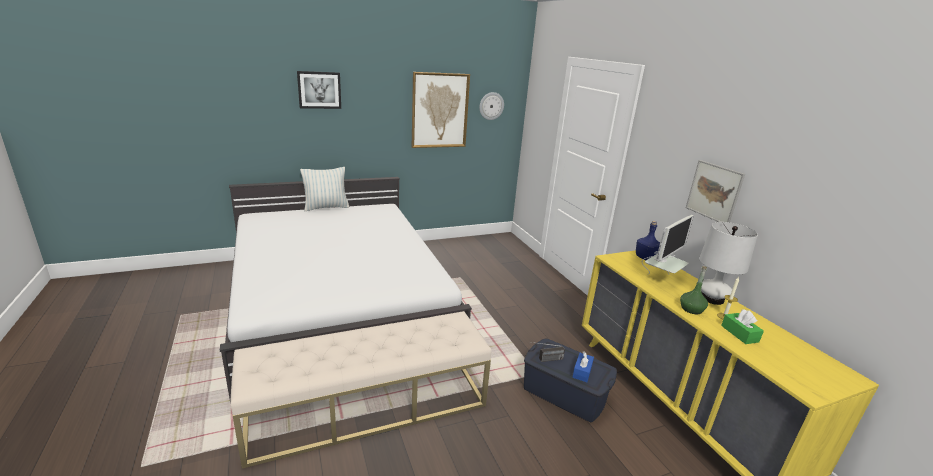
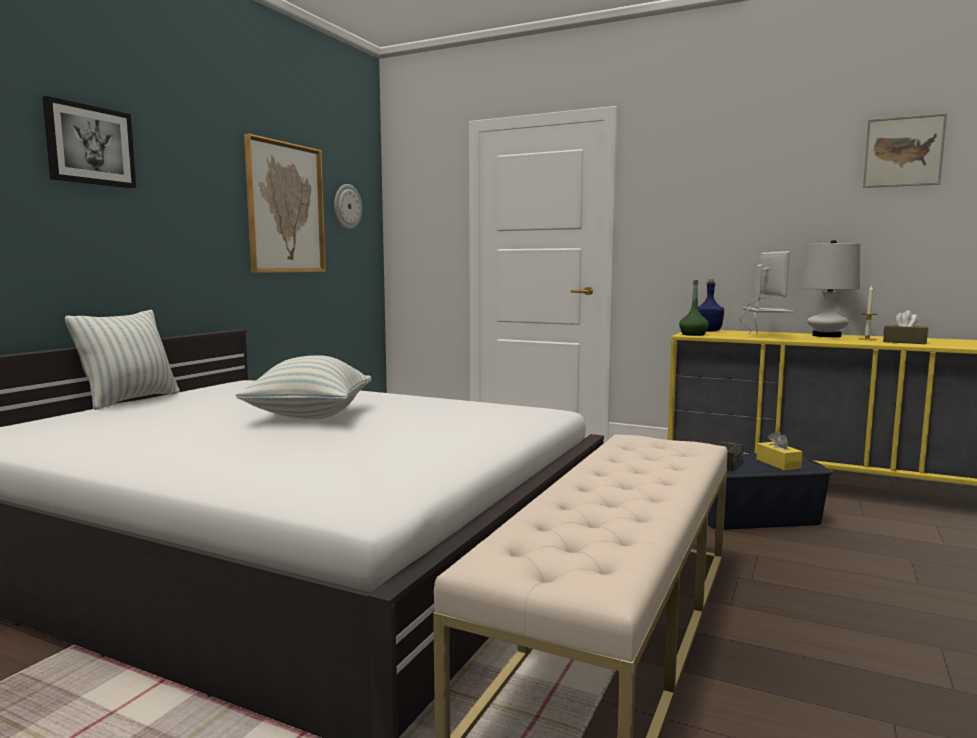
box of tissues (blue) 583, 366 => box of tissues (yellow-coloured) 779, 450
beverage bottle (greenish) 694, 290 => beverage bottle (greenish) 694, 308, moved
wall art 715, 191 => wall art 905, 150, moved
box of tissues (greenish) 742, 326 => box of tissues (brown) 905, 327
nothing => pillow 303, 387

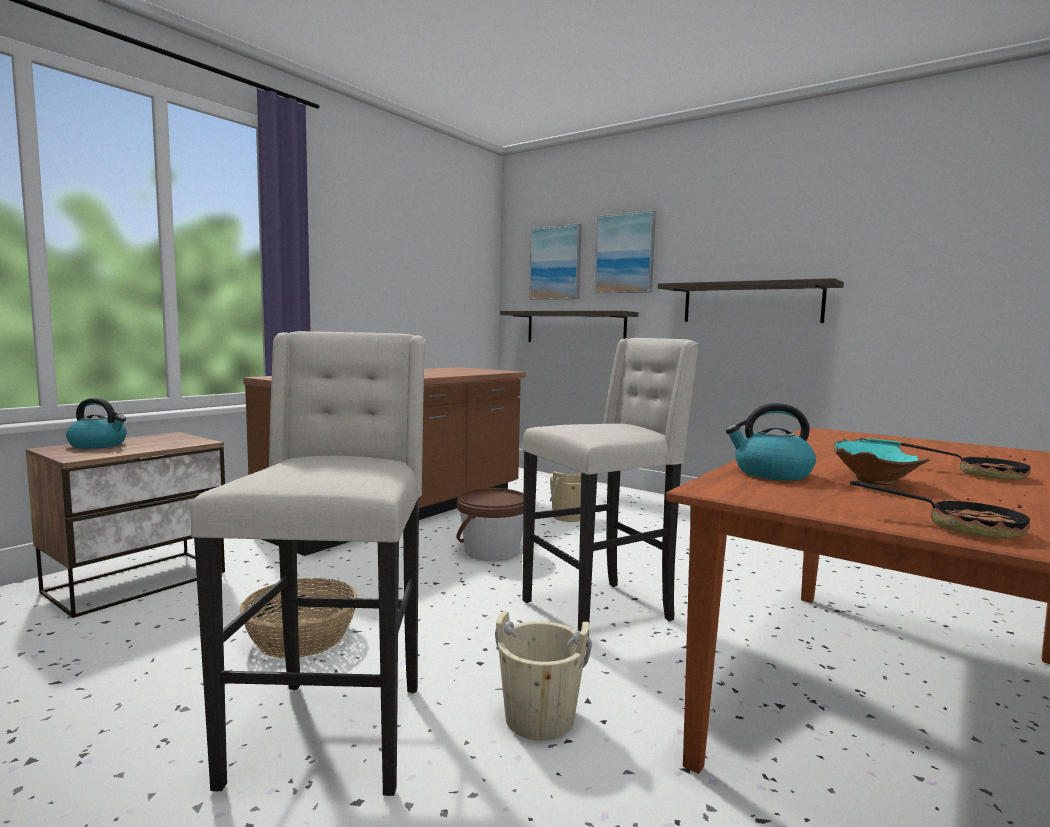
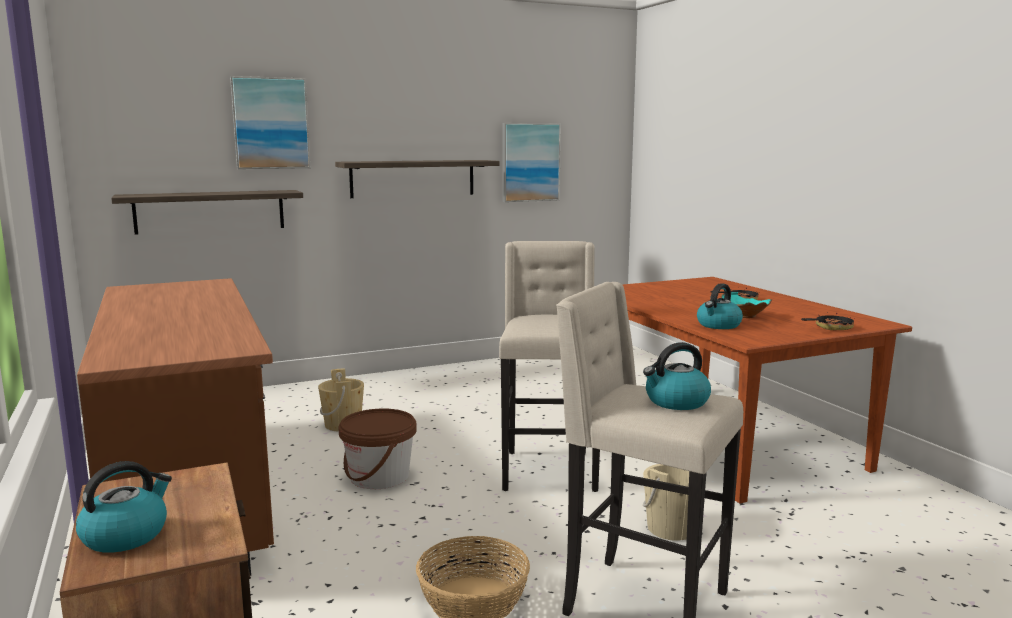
wall art 555, 262 => wall art 532, 162, moved
nothing => kettle 677, 376

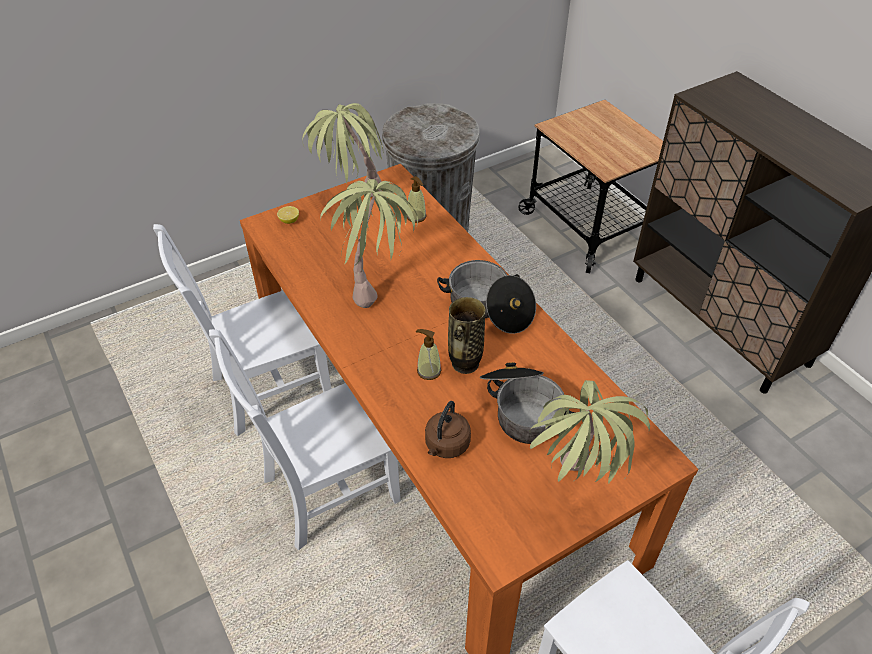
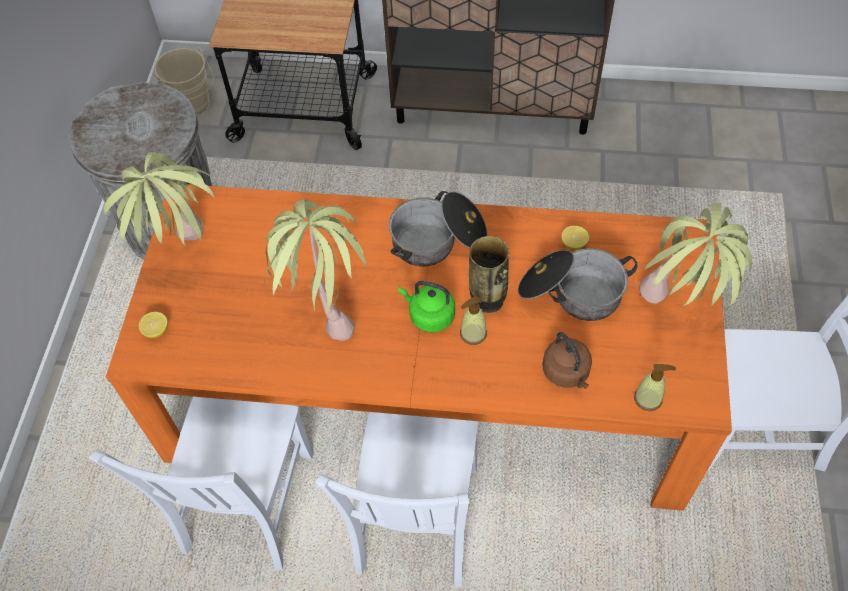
soap bottle 417, 199 => soap bottle 655, 387, moved
nothing => water bucket (sand-coloured) 183, 81
nothing => kettle (greenish) 426, 306
nothing => lemon 575, 238

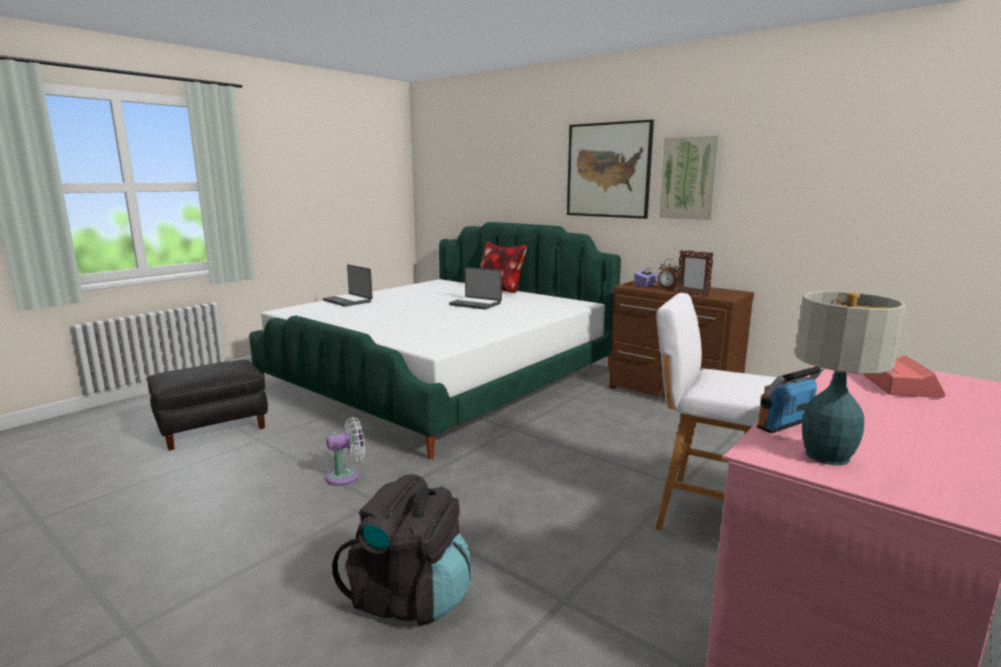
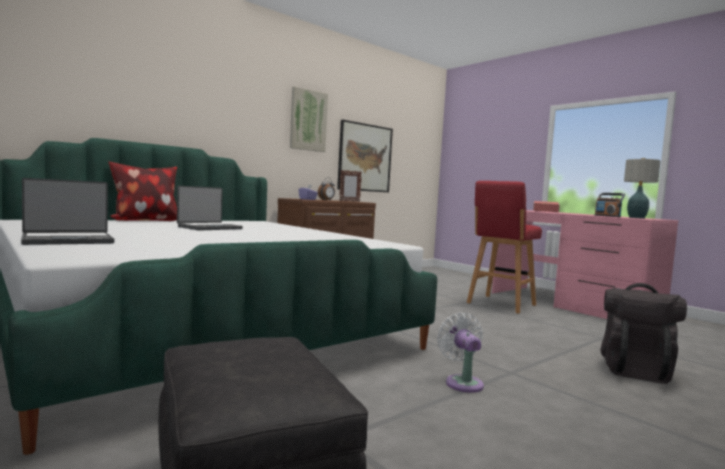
wall art 610, 169 => wall art 365, 156, moved
sitting stool (whitish) 716, 412 => sitting stool (red-coloured) 504, 247

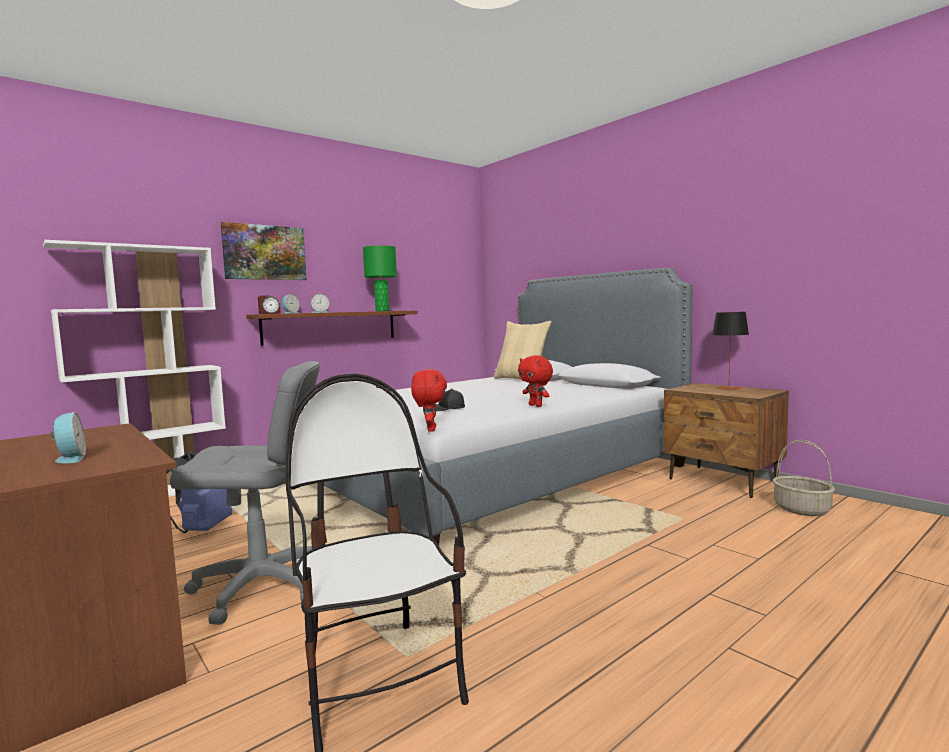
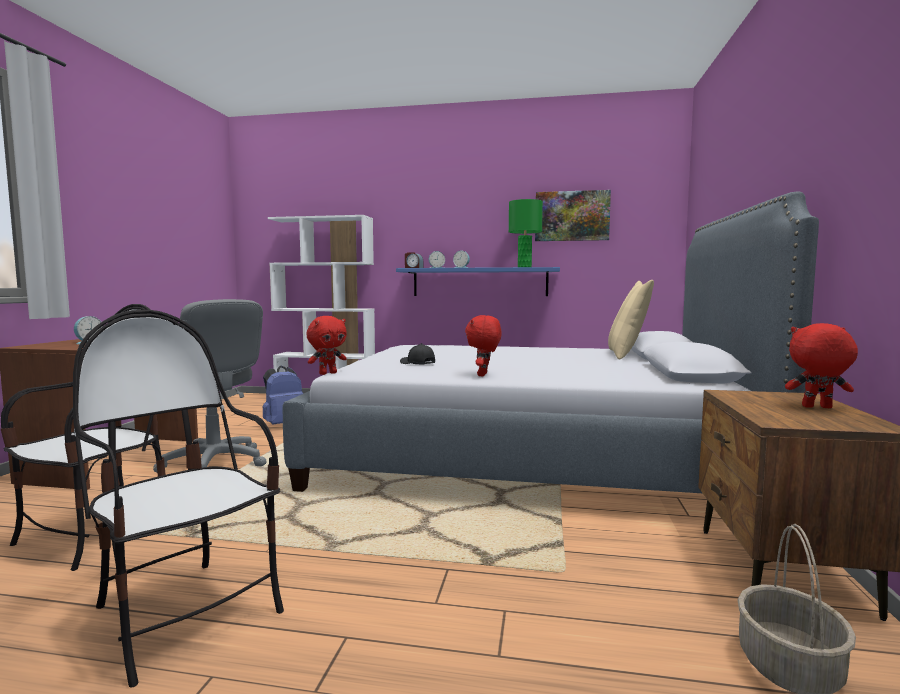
wall art 264, 251 => wall art 573, 215, moved
bracket shelf (brown) 332, 328 => bracket shelf (blue) 478, 281
table lamp 730, 351 => plush toy (red-coloured) 821, 365
nothing => upright chair 178, 499

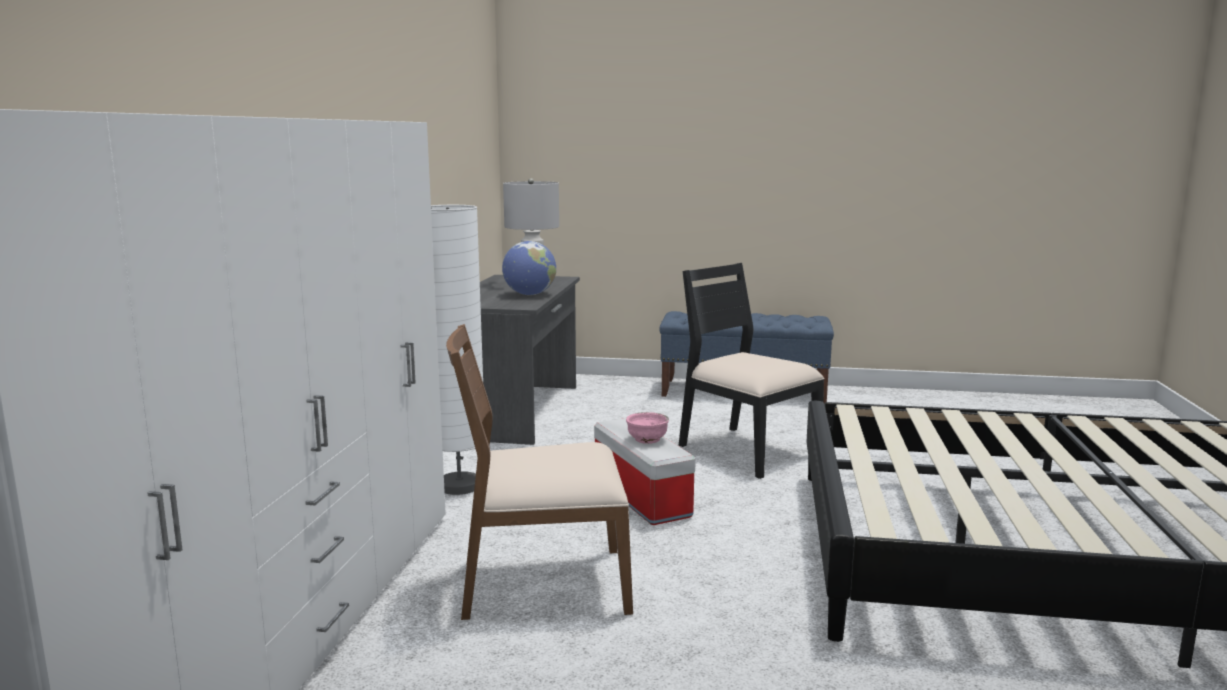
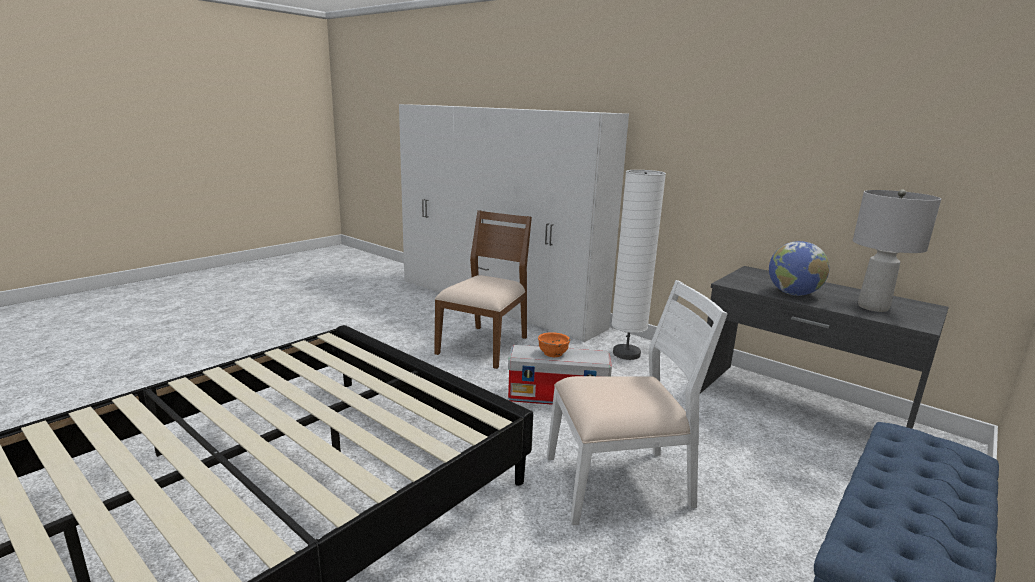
bowl (pinkish) 647, 428 => bowl (orange) 554, 344
upright chair (black) 751, 371 => upright chair (whitish) 637, 402

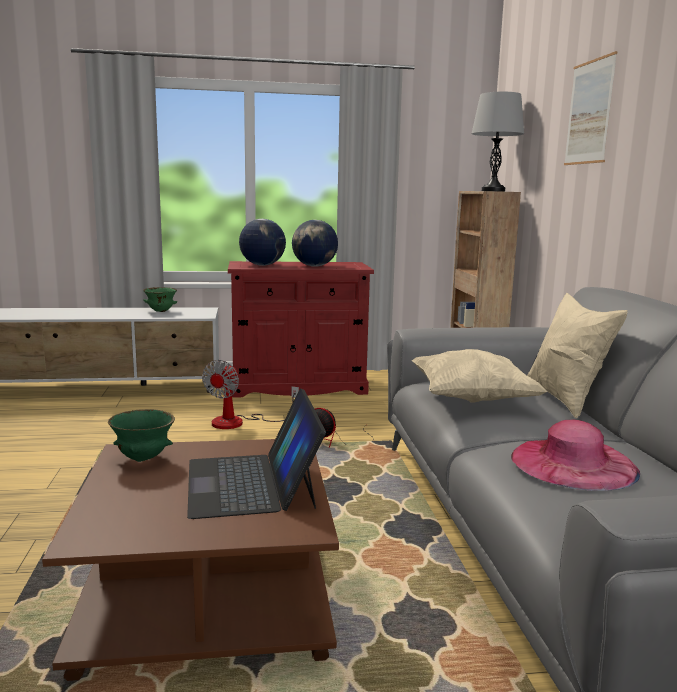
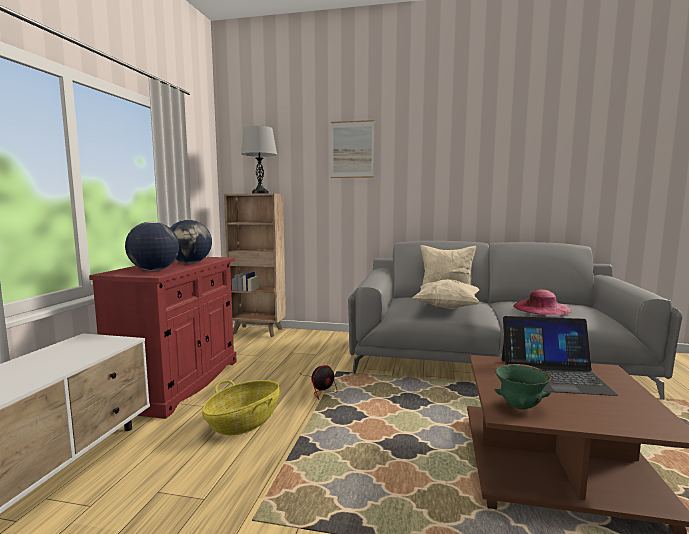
bowl (greenish) 160, 299 => nothing
cooling fan 250, 394 => household basket 241, 407

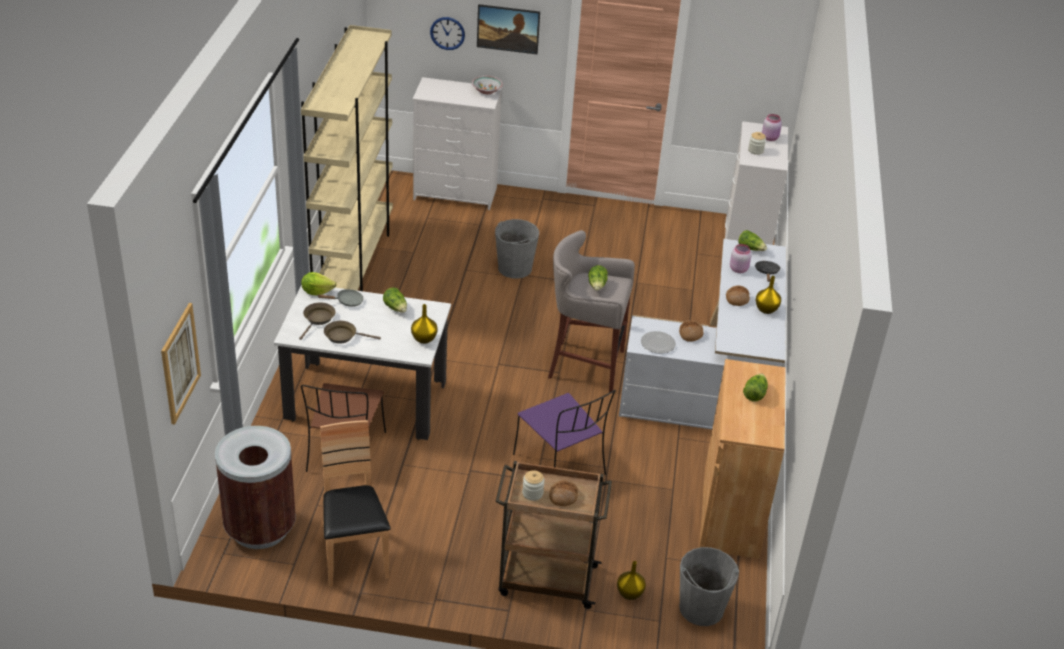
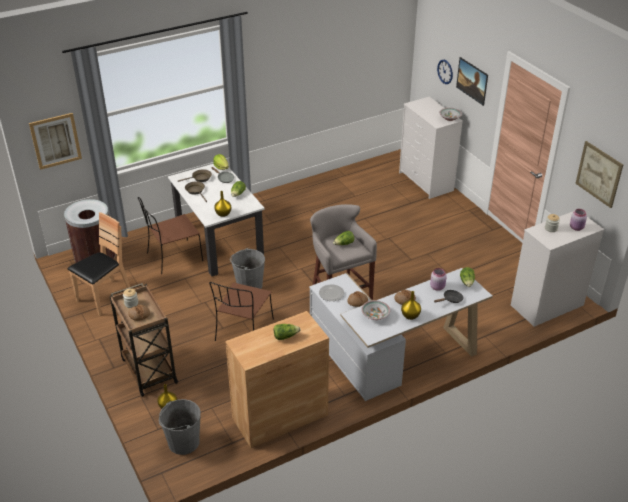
bookcase (sand-coloured) 347, 158 => nothing
water bucket (gray) 517, 249 => water bucket (gray) 247, 268, moved
upright chair (purplish) 564, 432 => upright chair (brown) 241, 311
nothing => bowl 375, 310
nothing => wall art 599, 174

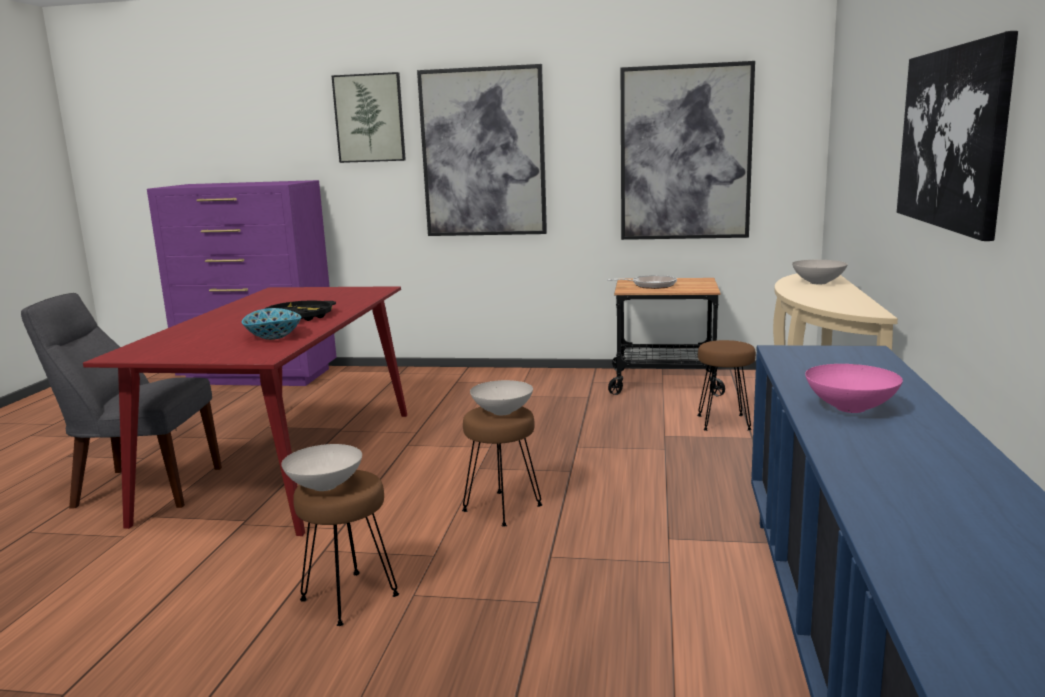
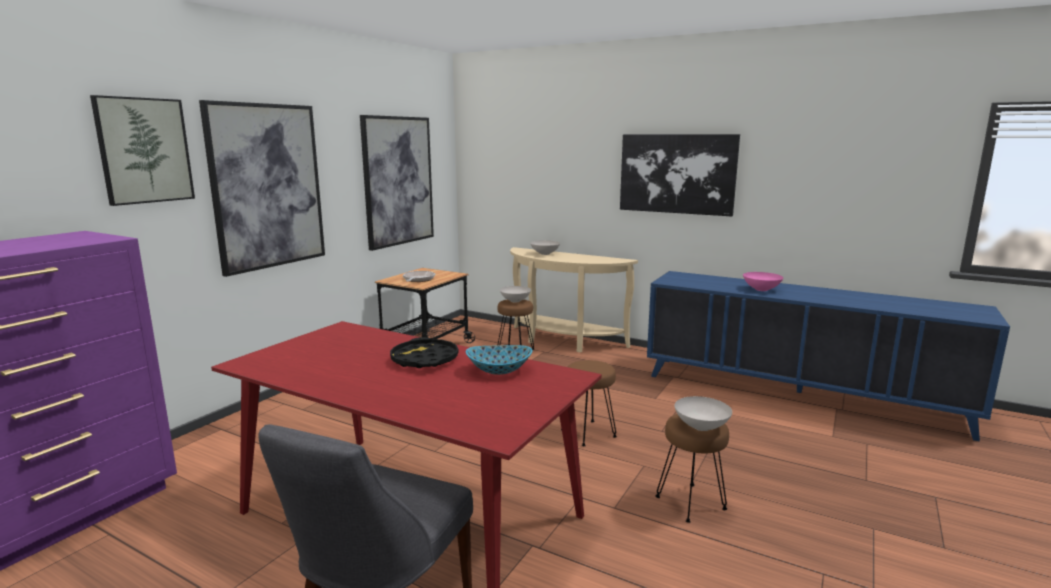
bowl (whitish) 501, 397 => bowl (whitish) 515, 294, moved

